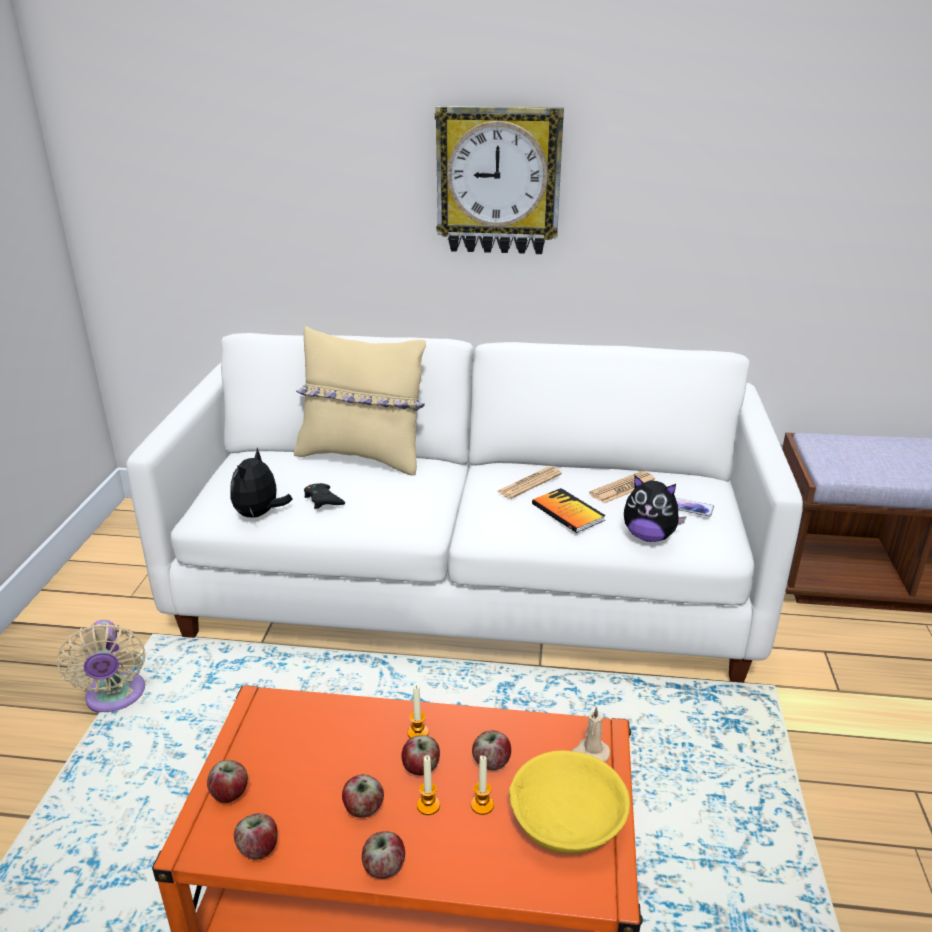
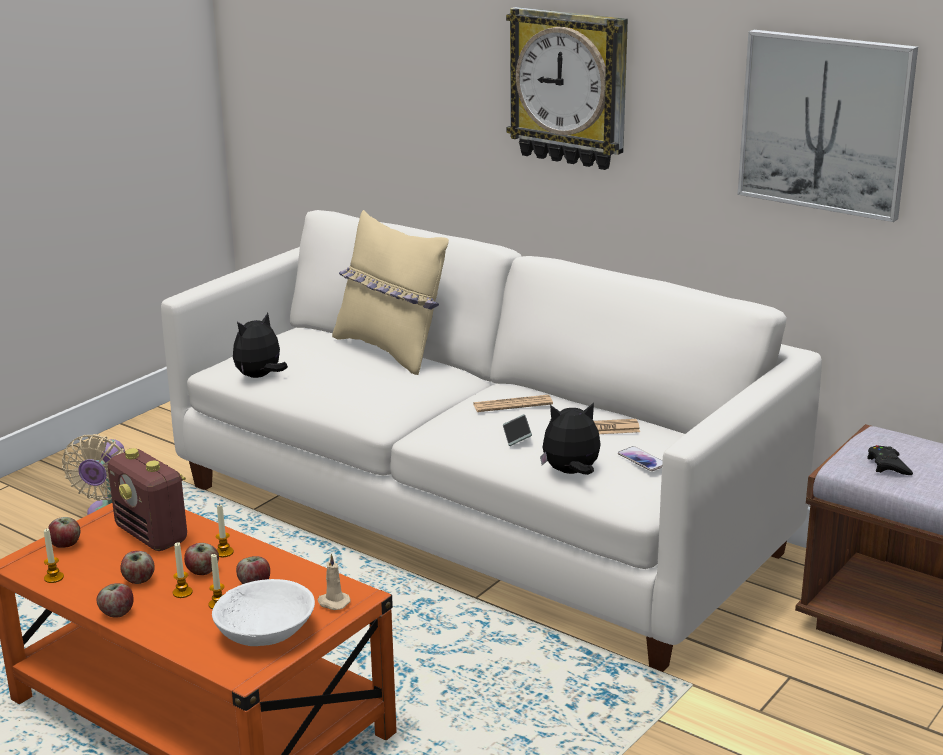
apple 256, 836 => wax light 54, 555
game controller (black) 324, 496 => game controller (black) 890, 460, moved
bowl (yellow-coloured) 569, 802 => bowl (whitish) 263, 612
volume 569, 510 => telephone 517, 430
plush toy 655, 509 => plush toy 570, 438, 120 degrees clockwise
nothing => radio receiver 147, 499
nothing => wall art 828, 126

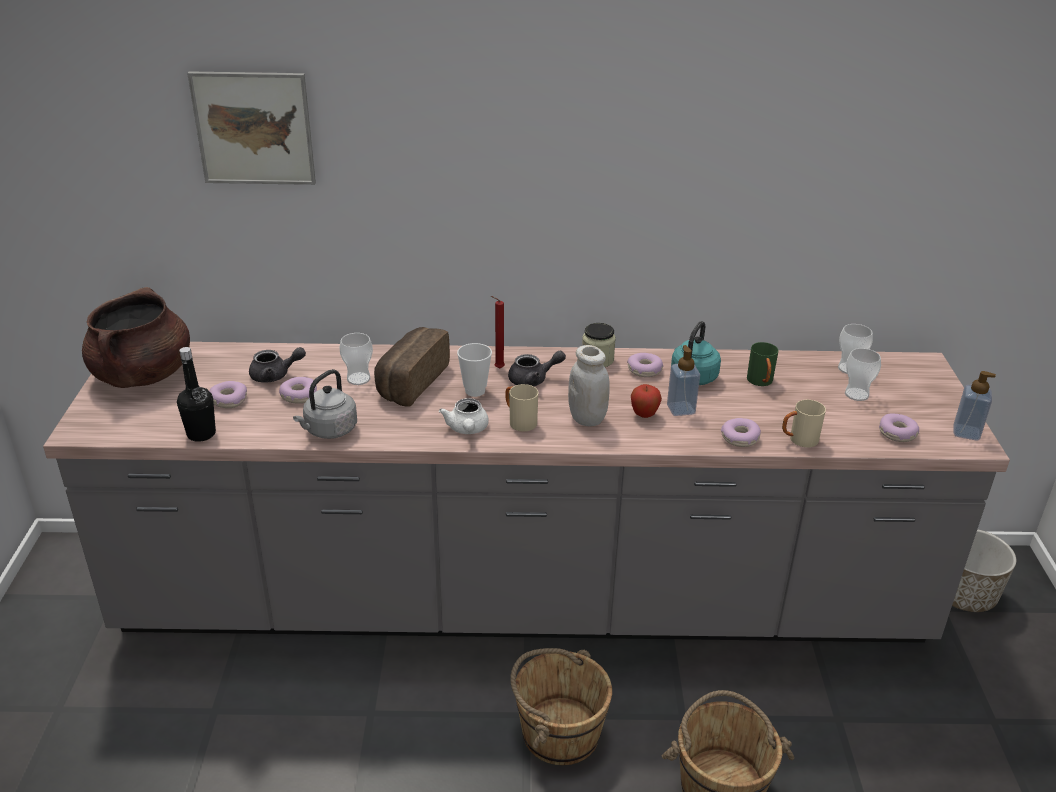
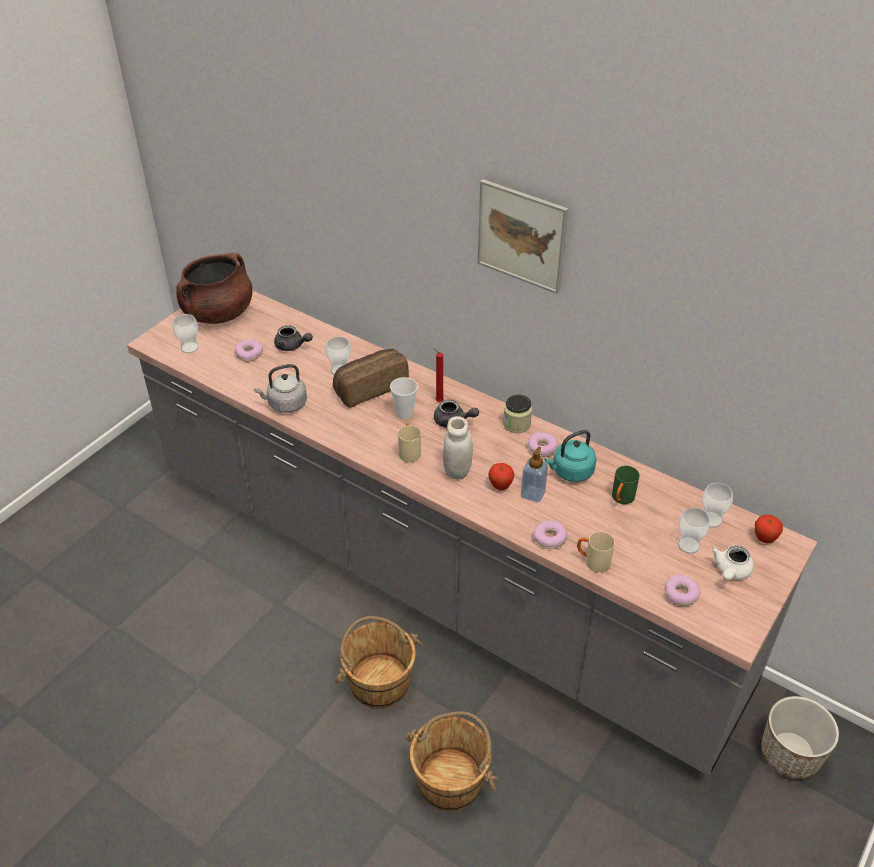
beverage bottle (black) 196, 394 => nothing
wall art 251, 128 => wall art 523, 236, moved
ring doughnut 298, 390 => nothing
pot for tea (whitish) 464, 416 => pot for tea (whitish) 732, 562, moved
soap bottle 975, 406 => nothing
nothing => cup 186, 333
nothing => apple 768, 529

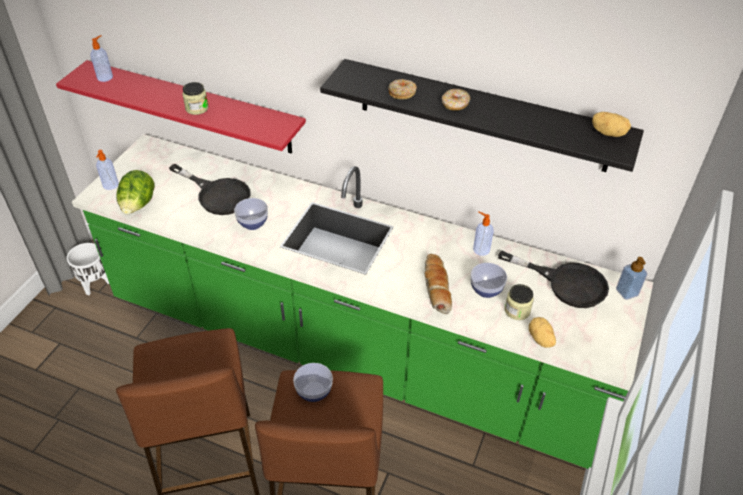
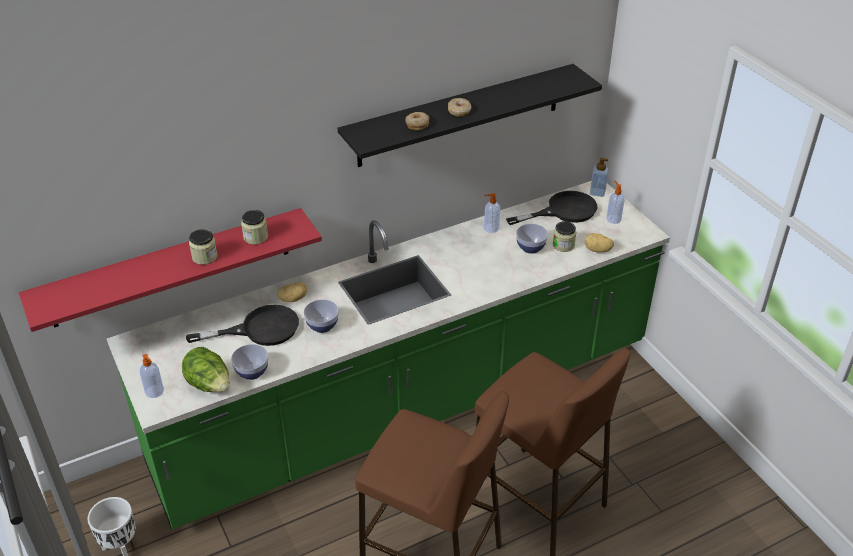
soap bottle 101, 58 => soap bottle 615, 202, moved
bowl 313, 382 => bowl 249, 362, moved
bread 438, 284 => nothing
spud 611, 124 => spud 292, 292, moved
nothing => jar 254, 227

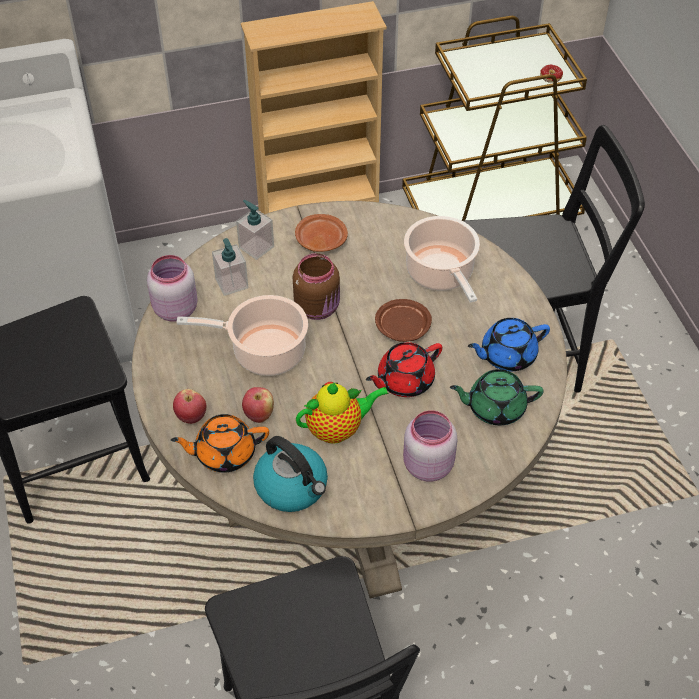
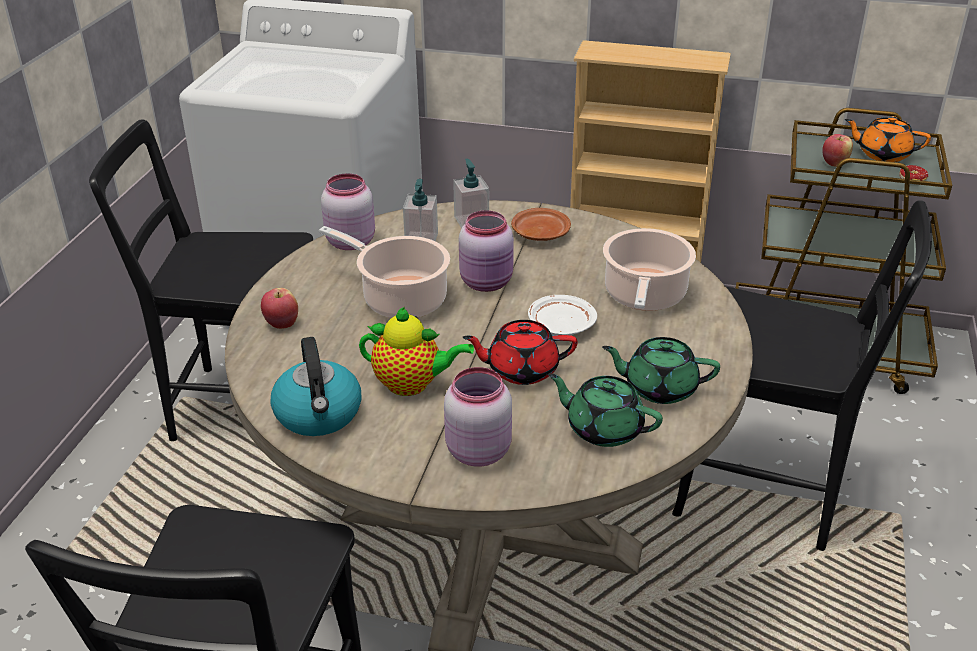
pot for tea (orange) 220, 443 => pot for tea (orange) 888, 139, moved
apple 258, 405 => apple 837, 150, moved
jar (brown) 316, 286 => jar (pinkish) 486, 251
plate (brown) 403, 320 => plate (whitish) 562, 315
pot for tea (blue) 509, 344 => pot for tea (greenish) 661, 370

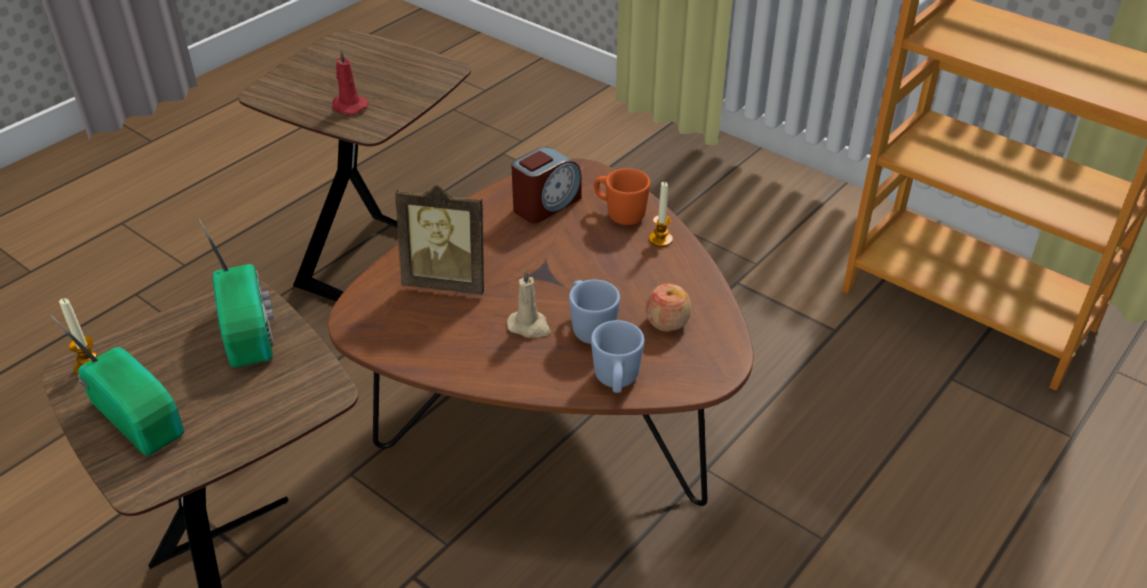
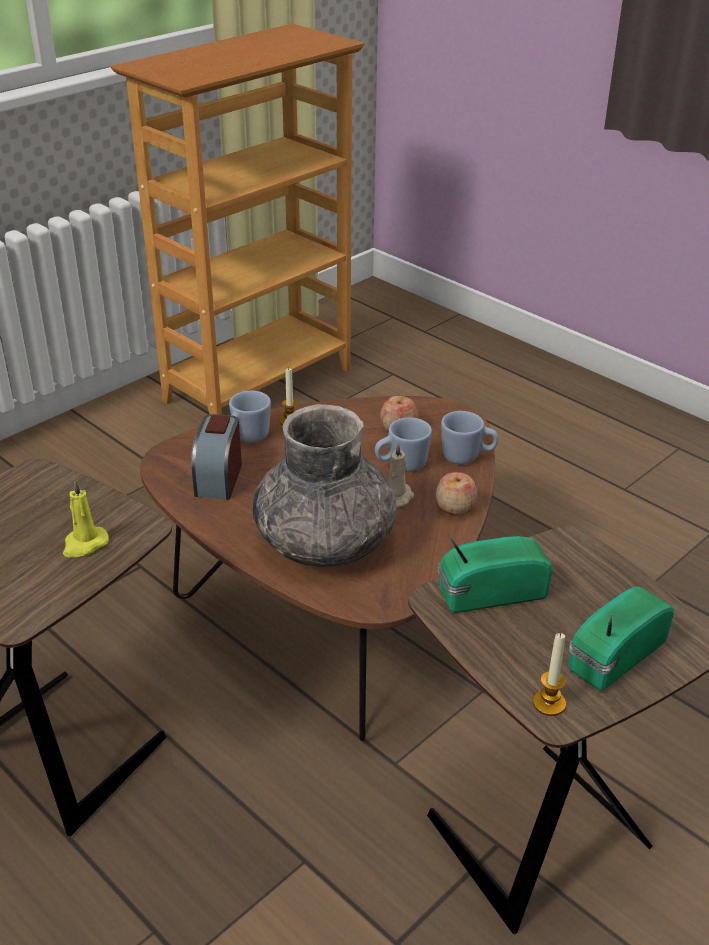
wax light (red-coloured) 350, 82 => wax light (yellow-coloured) 86, 519
standing frame 439, 240 => decorative vase (gray) 325, 485
bedside clock 546, 185 => bedside clock 216, 457, 135 degrees counterclockwise
coffee mug (orange) 622, 196 => coffee mug (blue) 250, 417
nothing => apple 456, 494

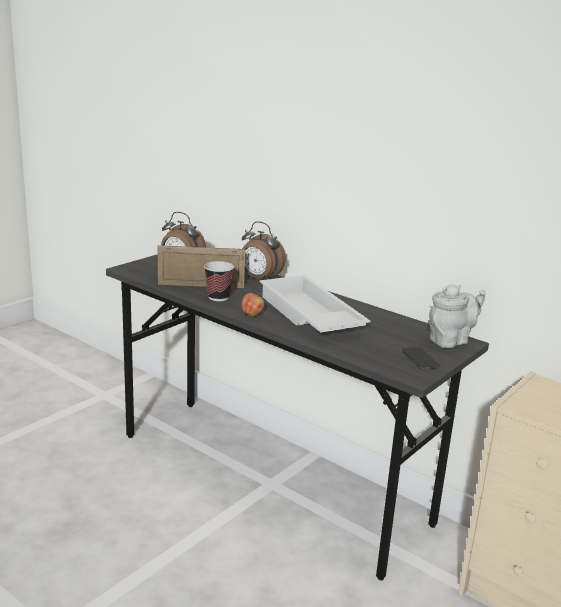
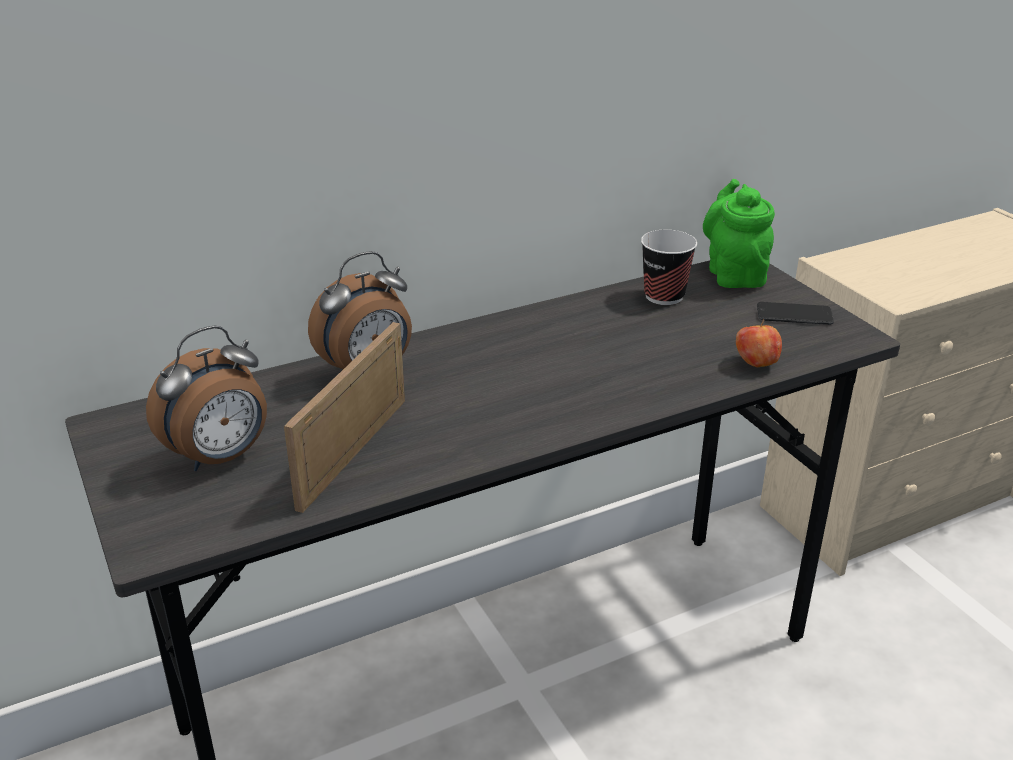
cup 219, 281 => cup 669, 267, moved
apple 253, 305 => apple 759, 343, moved
serving tray (whitish) 315, 304 => nothing
pot for tea (gray) 457, 316 => pot for tea (greenish) 739, 233

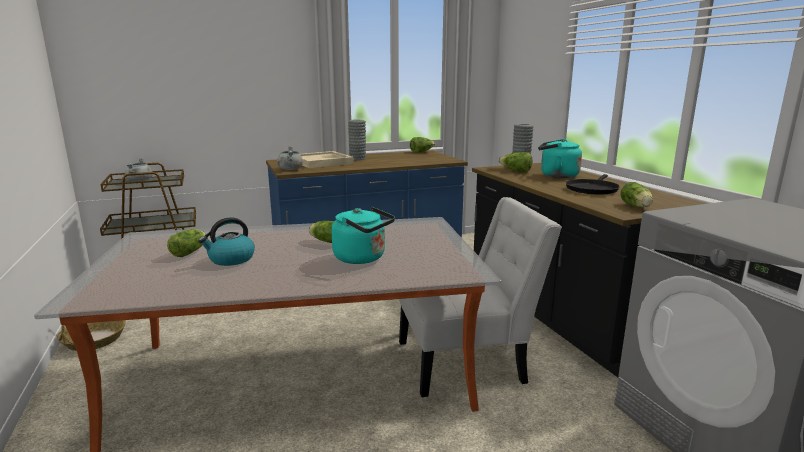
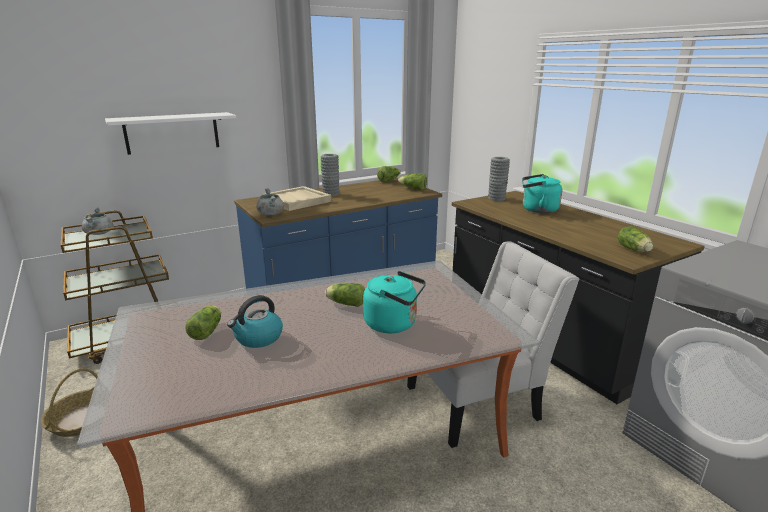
head of lettuce 515, 162 => head of lettuce 412, 181, moved
skillet (black) 593, 184 => nothing
nothing => bracket shelf (whitish) 170, 133

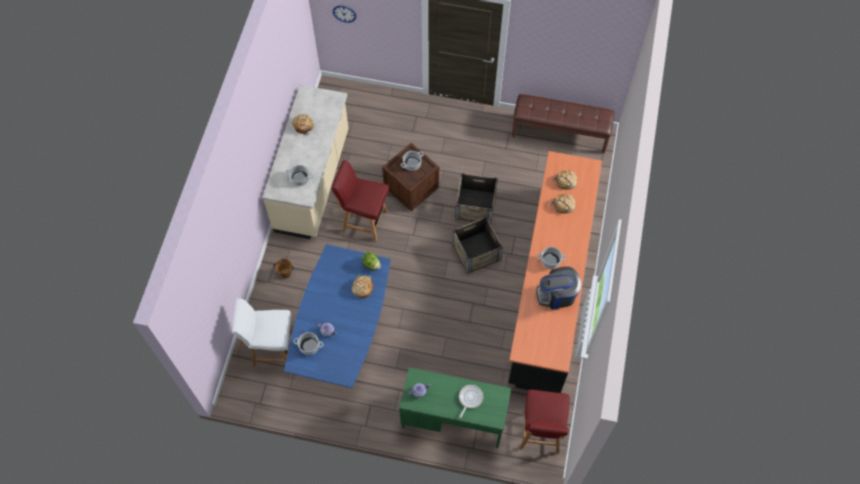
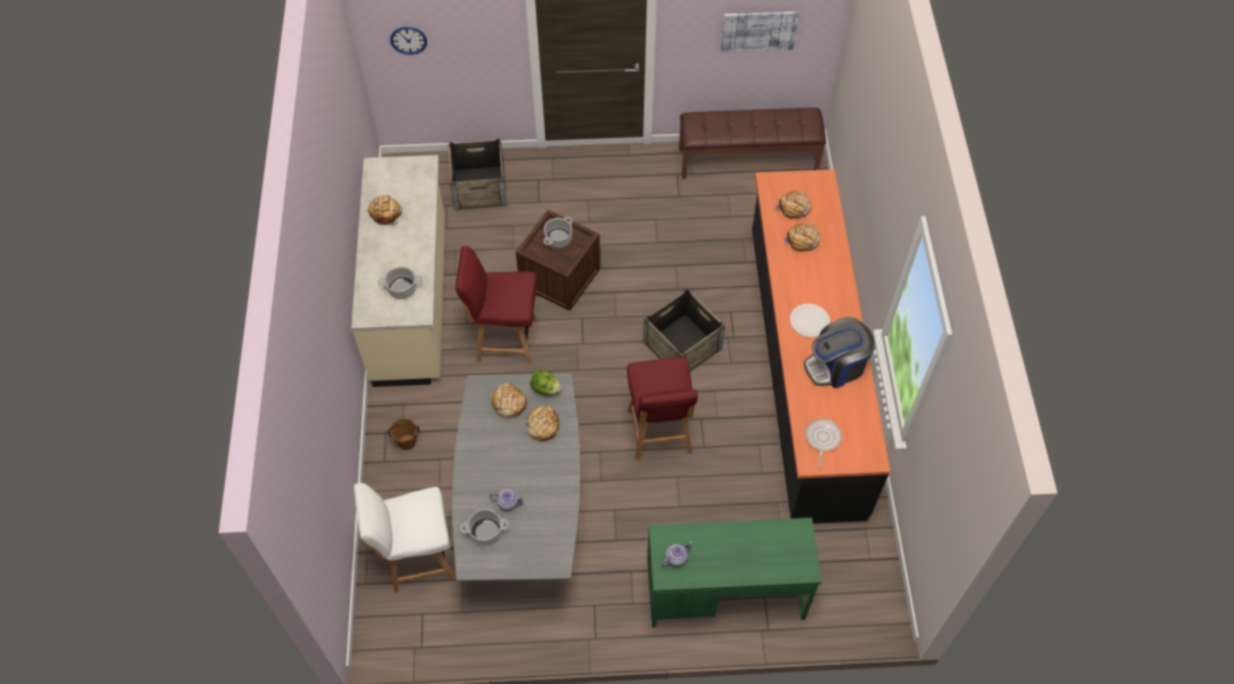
kitchen table (blue) 337, 316 => kitchen table (gray) 516, 477
packing crate 476, 198 => packing crate 477, 174, moved
skillet 471, 401 => skillet 823, 443, moved
upright chair (red-coloured) 545, 422 => upright chair (red-coloured) 662, 408, moved
saucepot 551, 258 => plate (whitish) 810, 320
nothing => bread 509, 400
nothing => wall art 760, 31

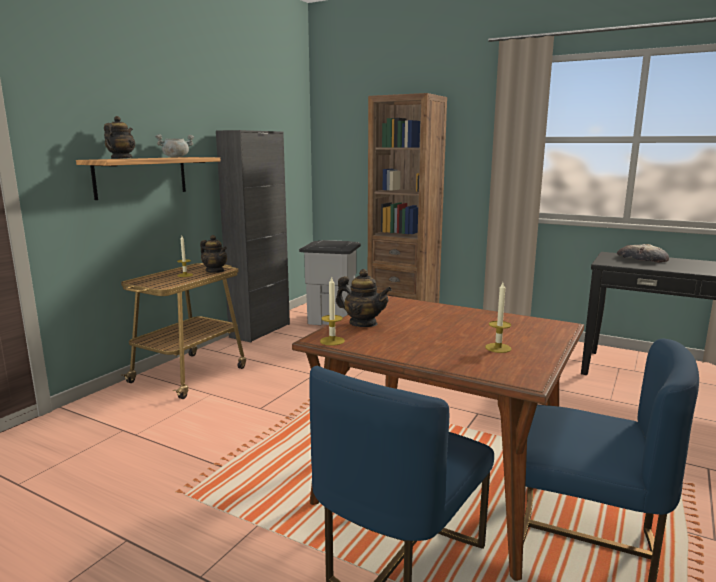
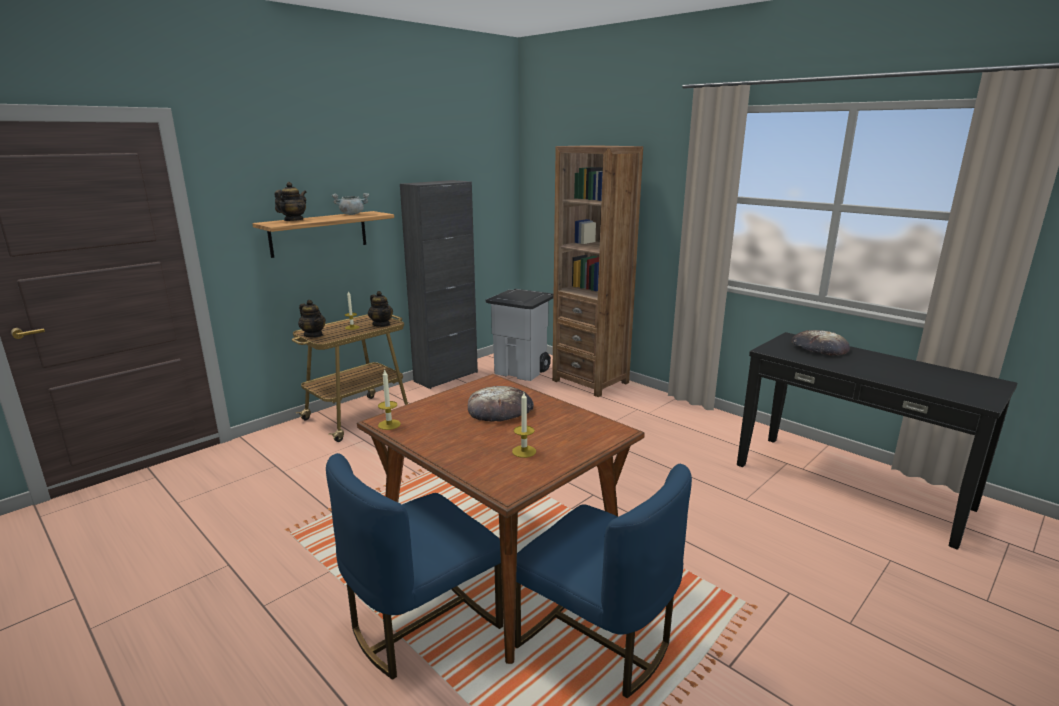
pot for tea 364, 298 => pot for tea 312, 318, moved
nothing => bread 501, 404

